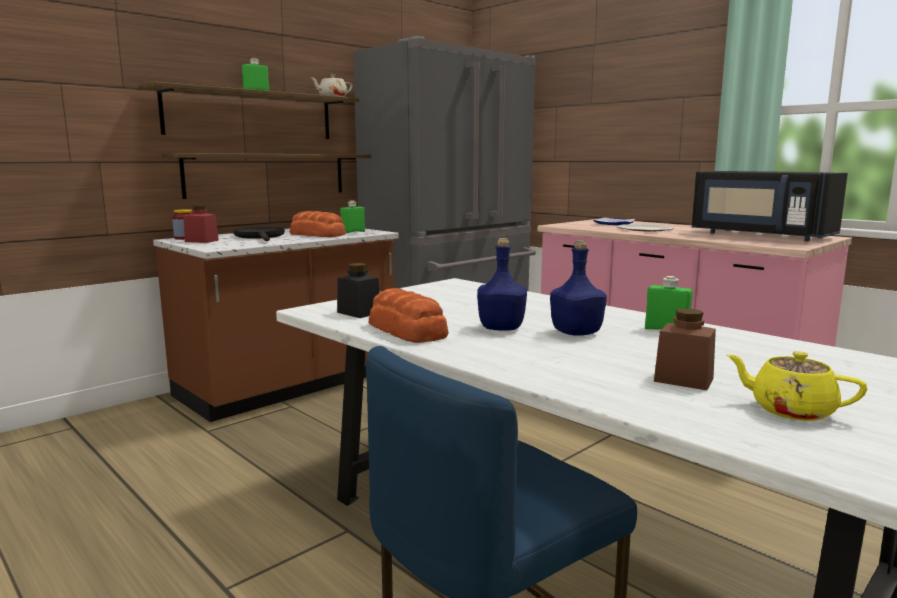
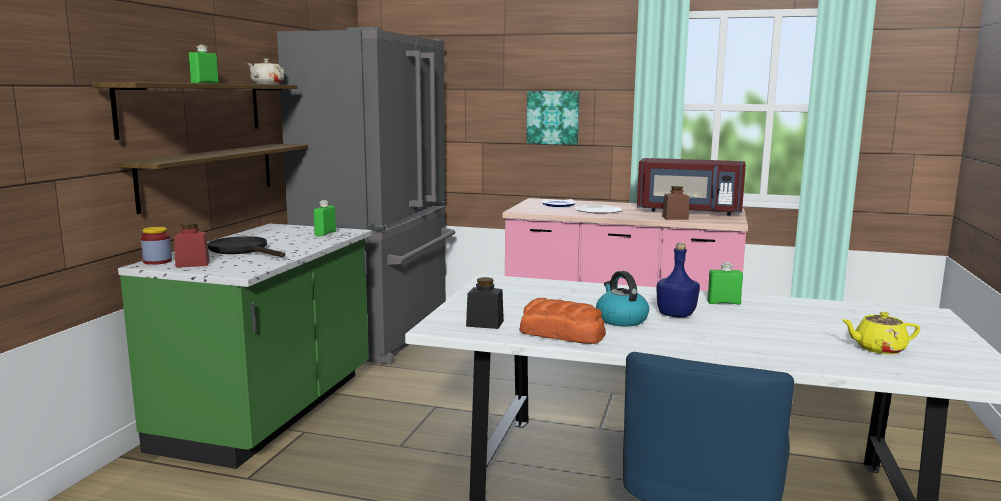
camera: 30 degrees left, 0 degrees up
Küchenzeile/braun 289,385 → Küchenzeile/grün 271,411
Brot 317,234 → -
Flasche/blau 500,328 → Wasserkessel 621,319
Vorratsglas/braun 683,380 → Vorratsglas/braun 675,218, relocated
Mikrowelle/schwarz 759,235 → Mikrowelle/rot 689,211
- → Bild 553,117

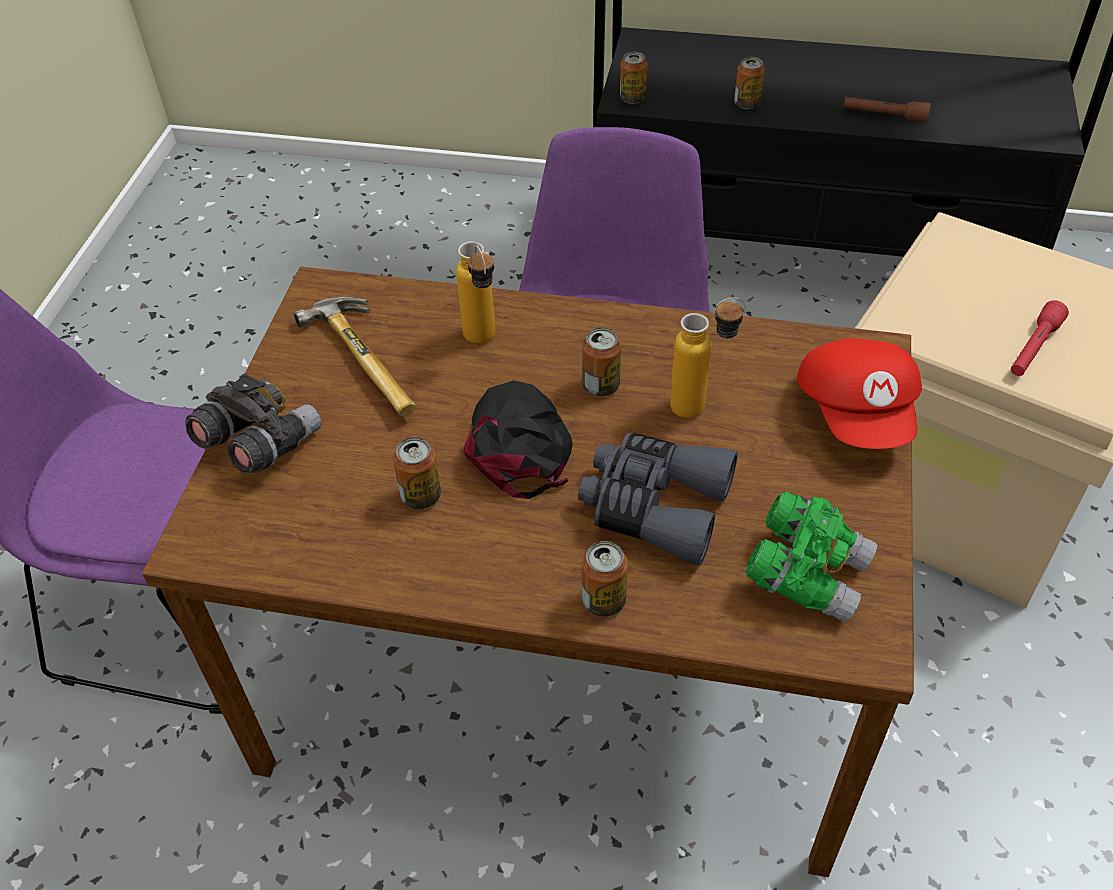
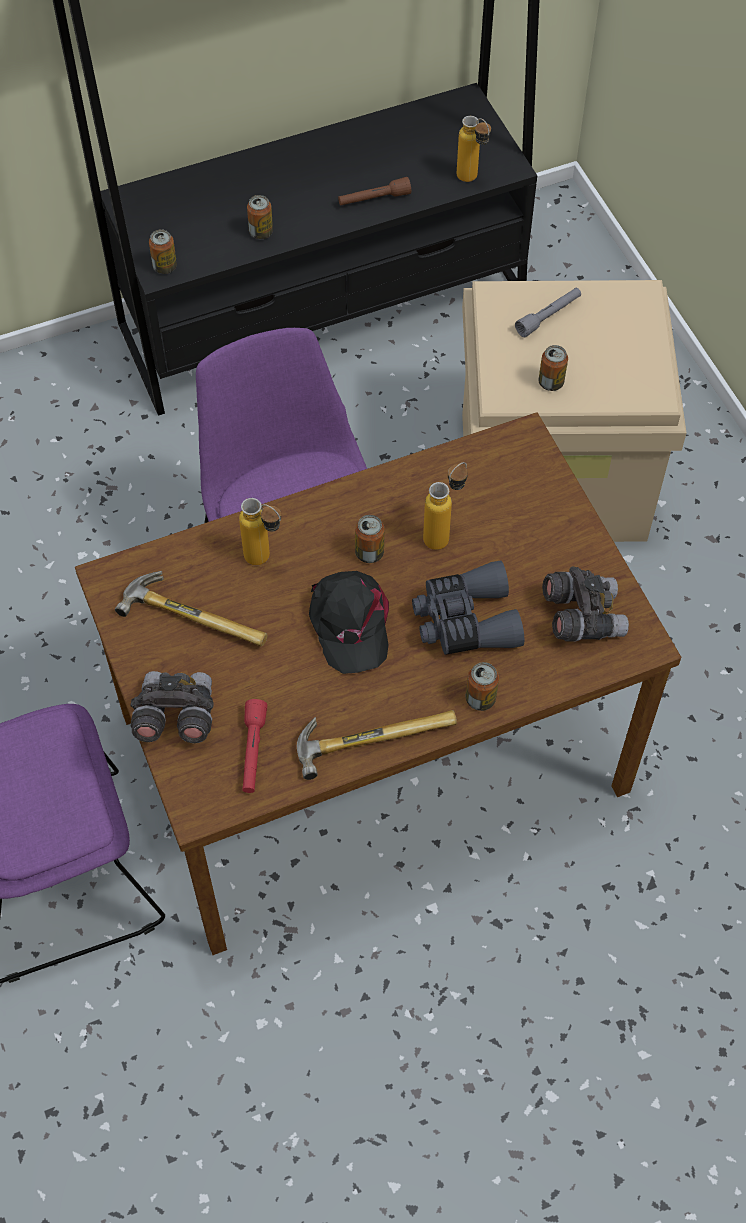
camera: 35 degrees left, 10 degrees up
Dose 421,496 → Dose 551,382, relocated
Kappe/schwarz 519,444 → Kappe/schwarz 349,624, 150 degrees counterclockwise
Fernglas/grün 807,573 → Fernglas/grau 581,616
Kappe/rot 858,413 → -
Taschenlampe/rot 1033,348 → Taschenlampe/rot 253,751, relocated
- → Hammer 373,733
- → Flasche 472,180
- → Taschenlampe/grau 548,316

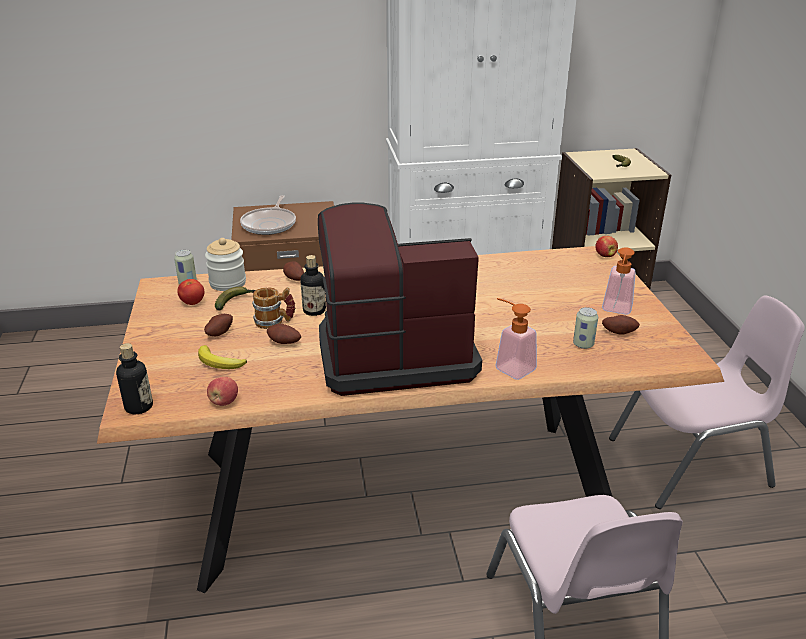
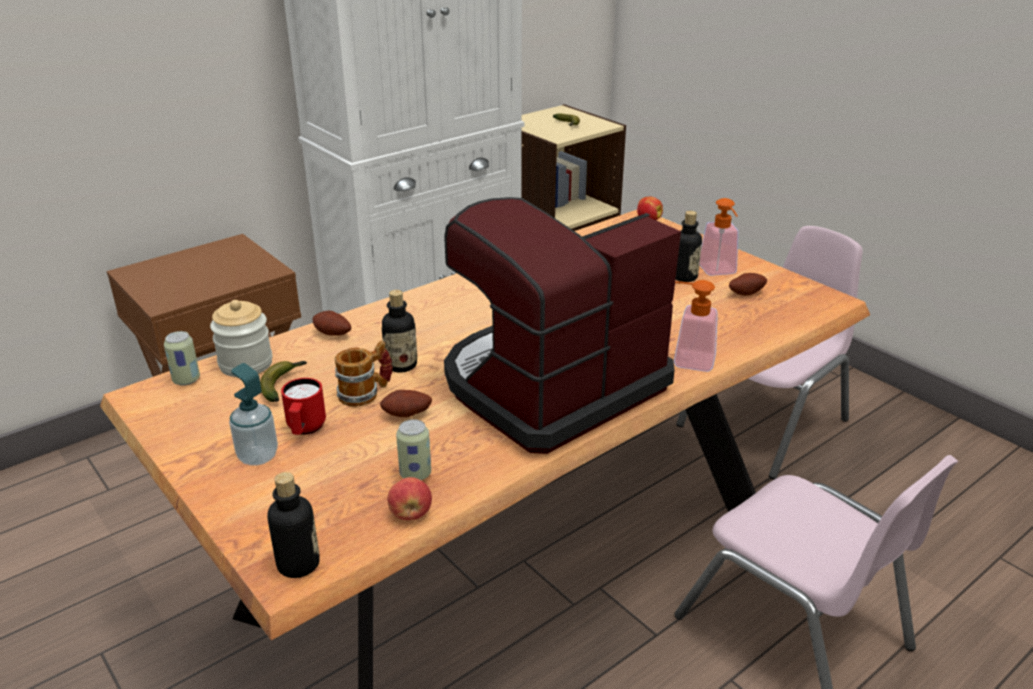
camera: 30 degrees left, 0 degrees up
Tomate 192,302 → -
Banane 219,362 → -
Kartoffel 219,333 → Henkelbecher/rot 305,430
Pfanne 270,224 → -
Dose 583,344 → Dose 415,474, relocated
- → Seifenspender 258,456
- → Flasche 684,277

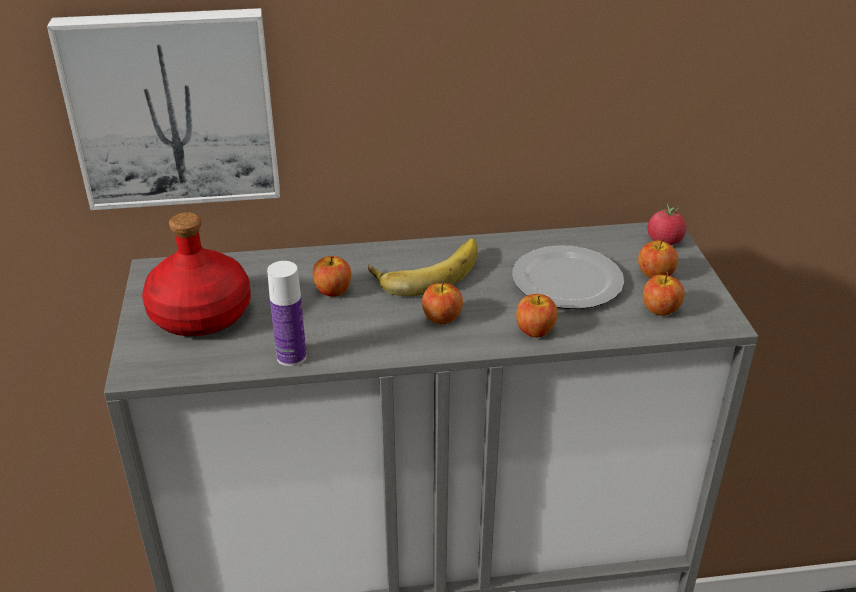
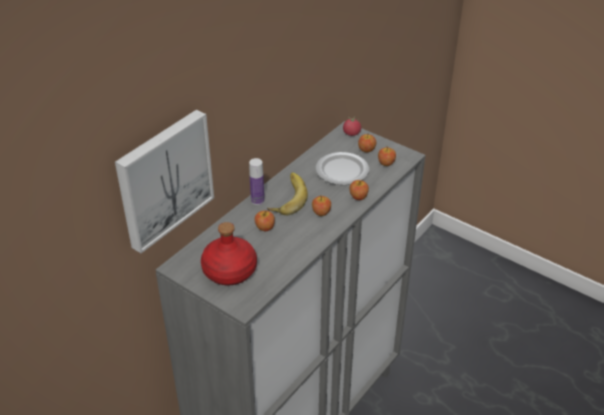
camera: 45 degrees left, 5 degrees up
Flasche 291,357 → Flasche 257,200, relocated

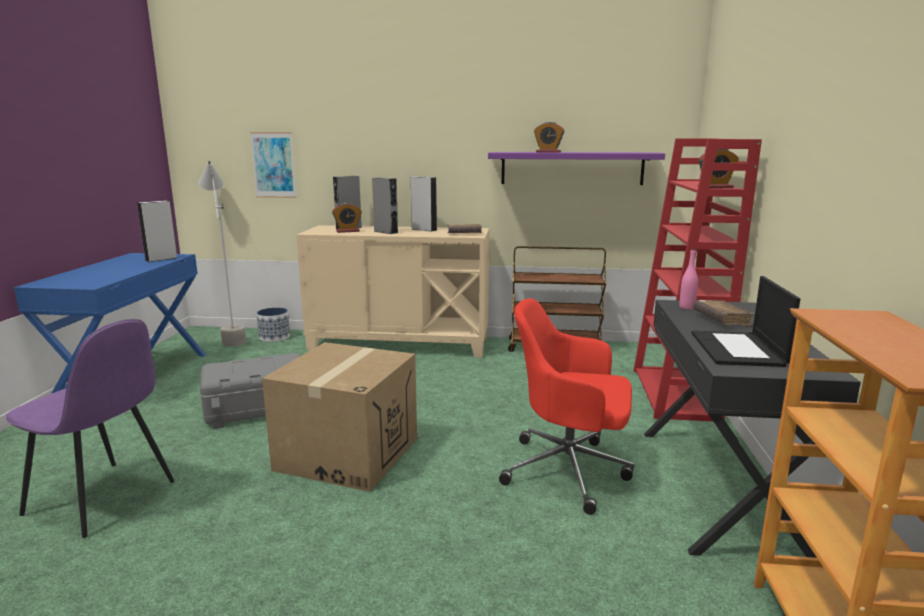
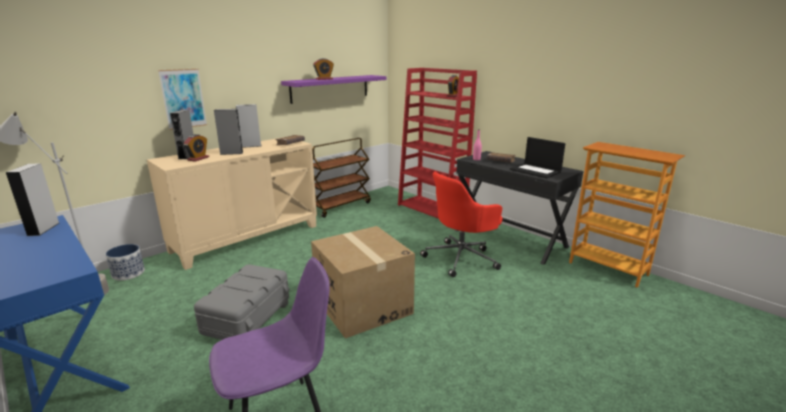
camera: 50 degrees left, 5 degrees up
Bild 273,165 → Bild 183,98, relocated

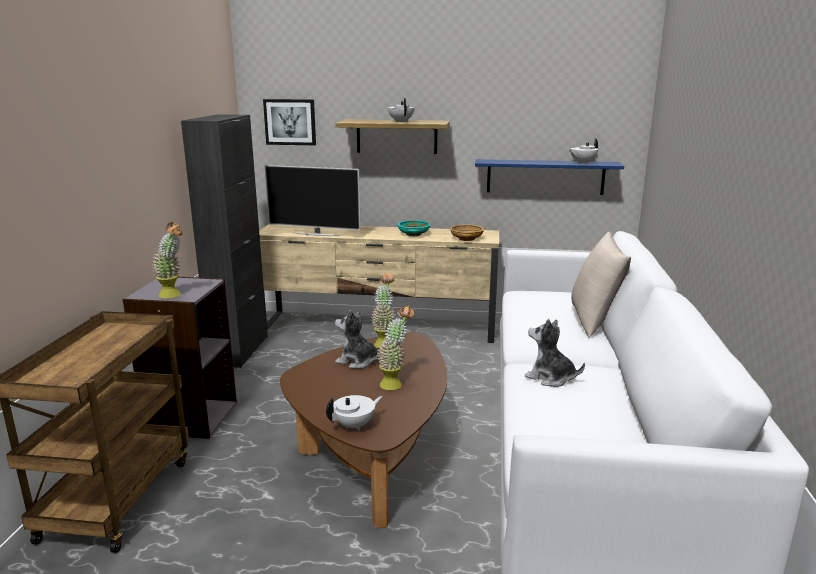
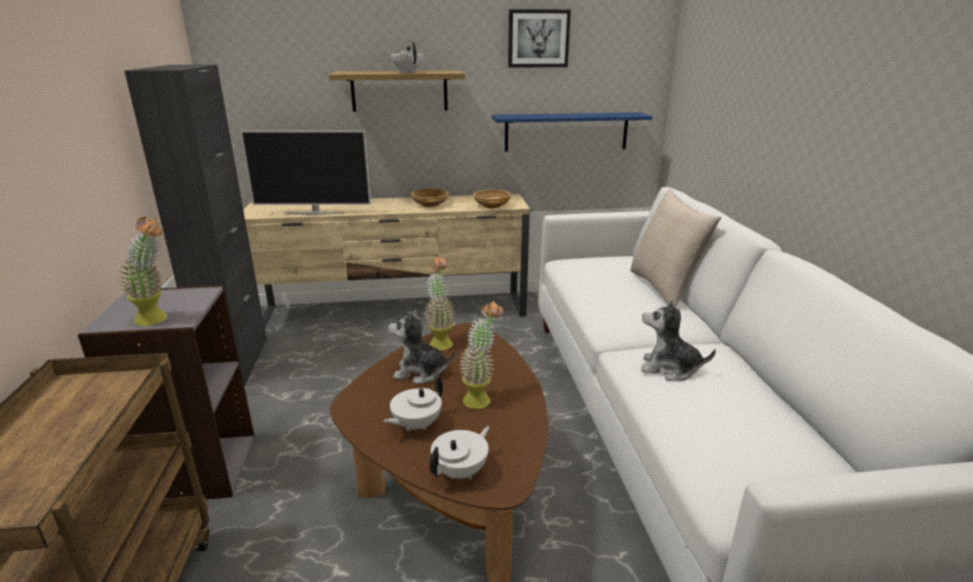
camera: 15 degrees left, 5 degrees up
Bild 290,122 → Bild 538,38, relocated
Schüssel/türkis 414,234 → Schüssel/beige 430,205
Teekanne/weiß 582,163 → Teekanne/weiß 416,425, relocated

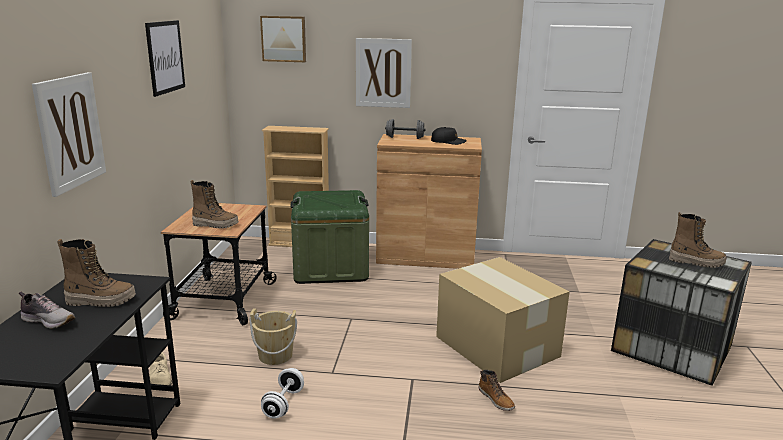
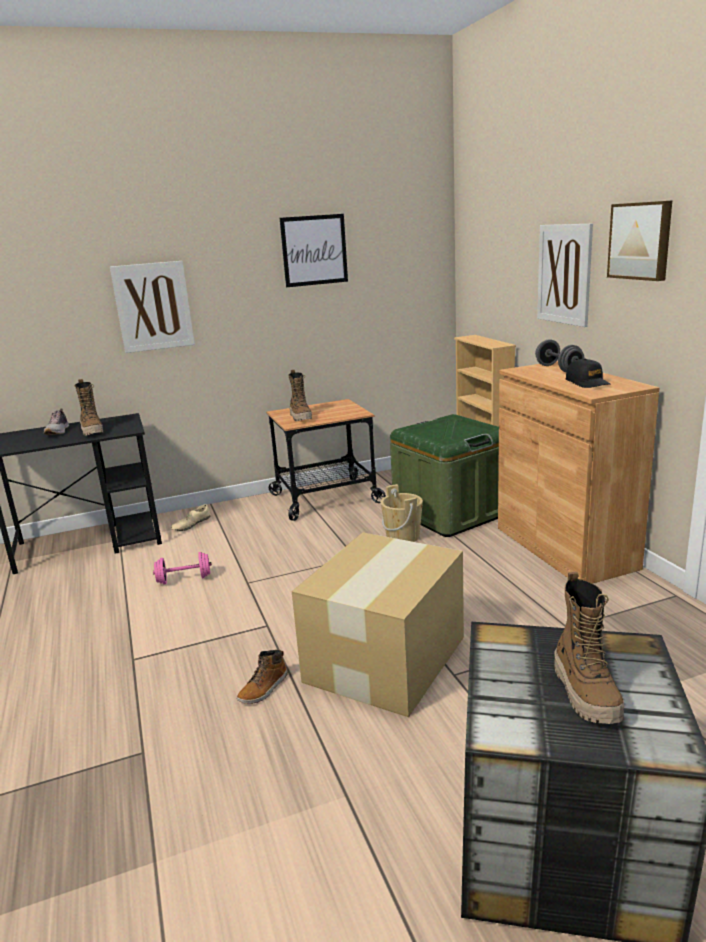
camera: 65 degrees right, 0 degrees up
Eimer/beige 275,355 → Eimer/beige 403,537, relocated
Bild 284,39 → Bild 641,241, relocated
Hantel/weiß 283,404 → Hantel/rosa 184,579

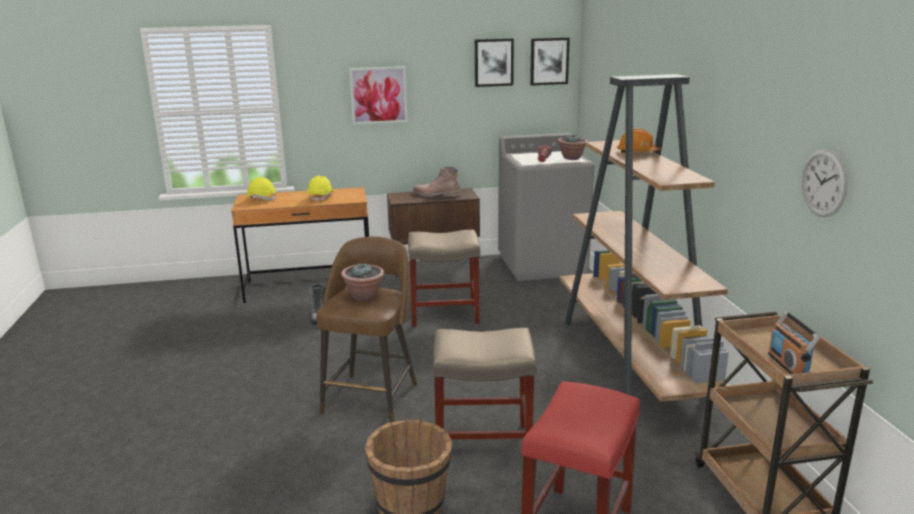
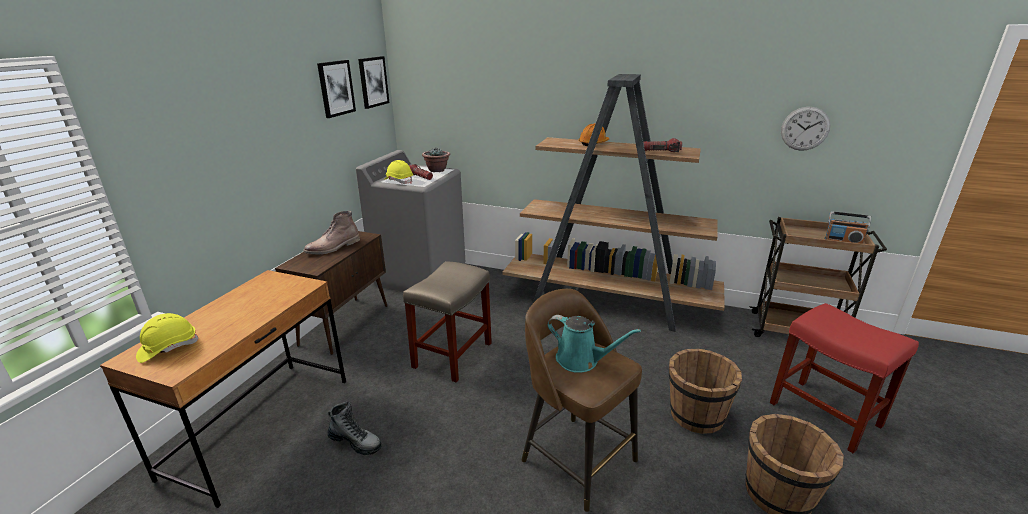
camera: 60 degrees left, 5 degrees up
Schutzhelm/gelb 321,197 → Schutzhelm/gelb 399,181, relocated
Topfpflanze 364,296 → Gießkanne/türkis 581,360
Bild 378,95 → -
Hocker/beige 484,444 → Eimer/braun 695,415
- → Taschenlampe 660,151

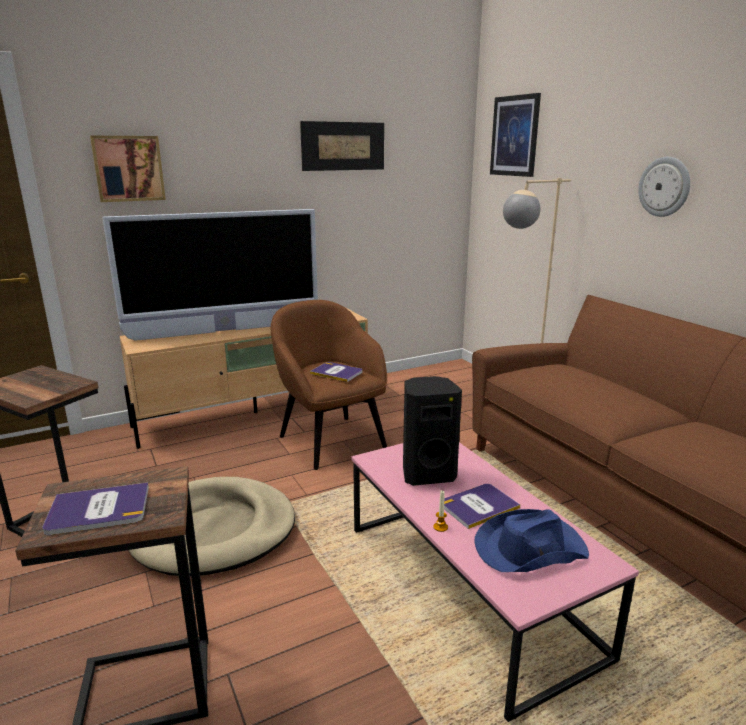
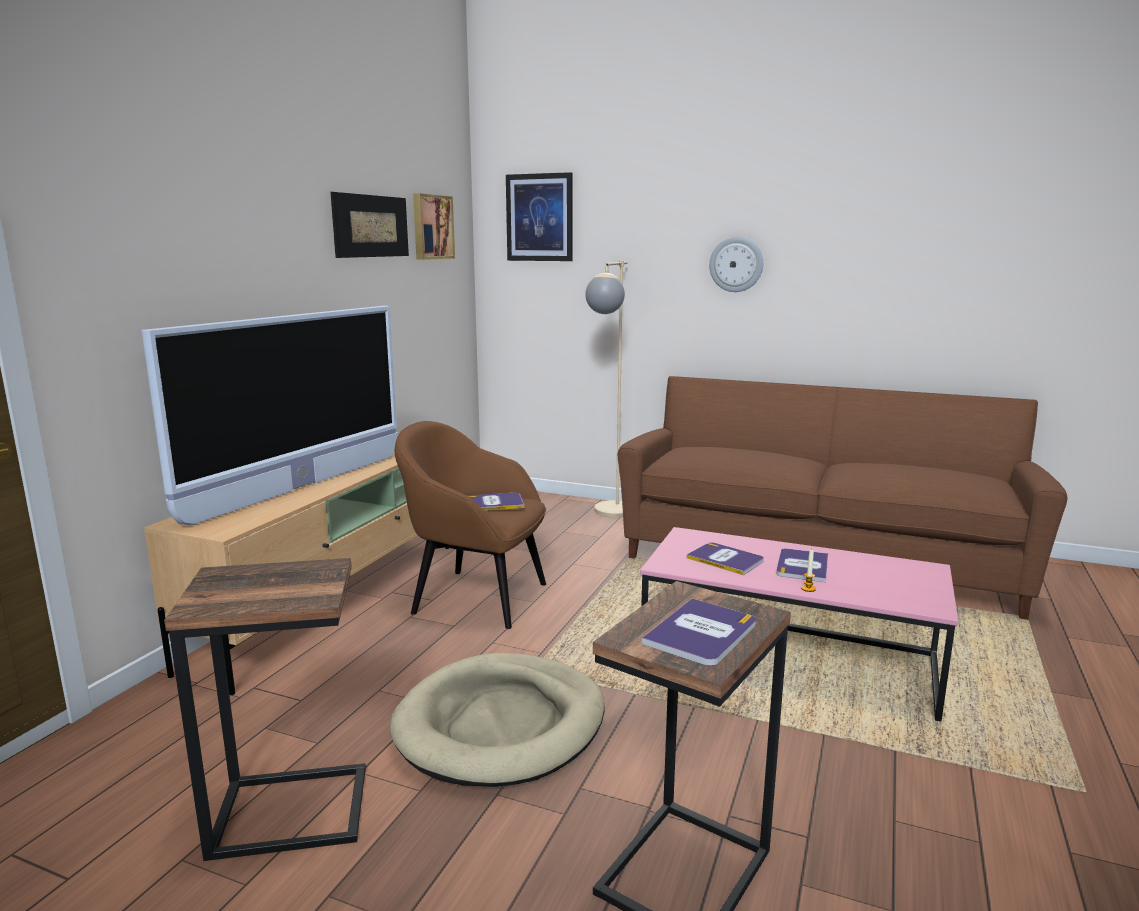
camera: 40 degrees left, 5 degrees down
Bild 128,168 → Bild 431,227, relocated
Lautsprecher/schwarz 427,474 → Buch 725,559
Hut/blau 529,548 → -

